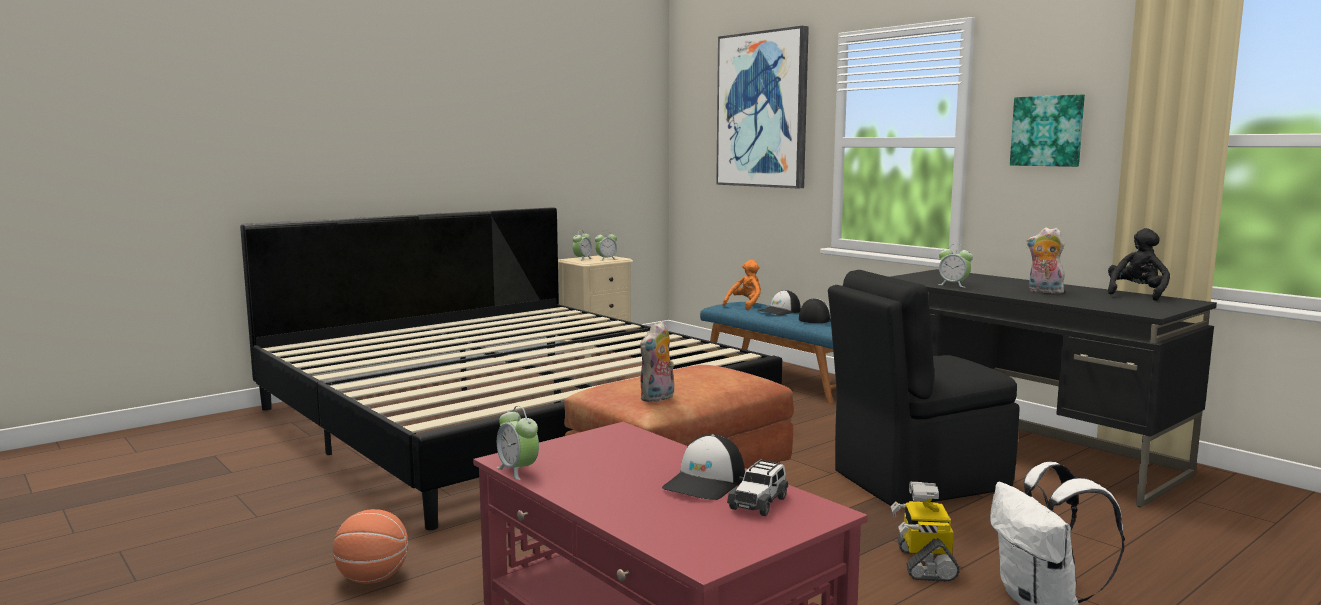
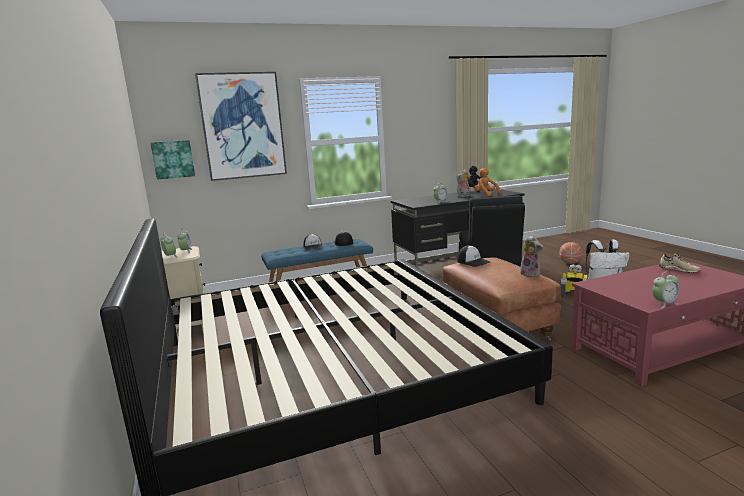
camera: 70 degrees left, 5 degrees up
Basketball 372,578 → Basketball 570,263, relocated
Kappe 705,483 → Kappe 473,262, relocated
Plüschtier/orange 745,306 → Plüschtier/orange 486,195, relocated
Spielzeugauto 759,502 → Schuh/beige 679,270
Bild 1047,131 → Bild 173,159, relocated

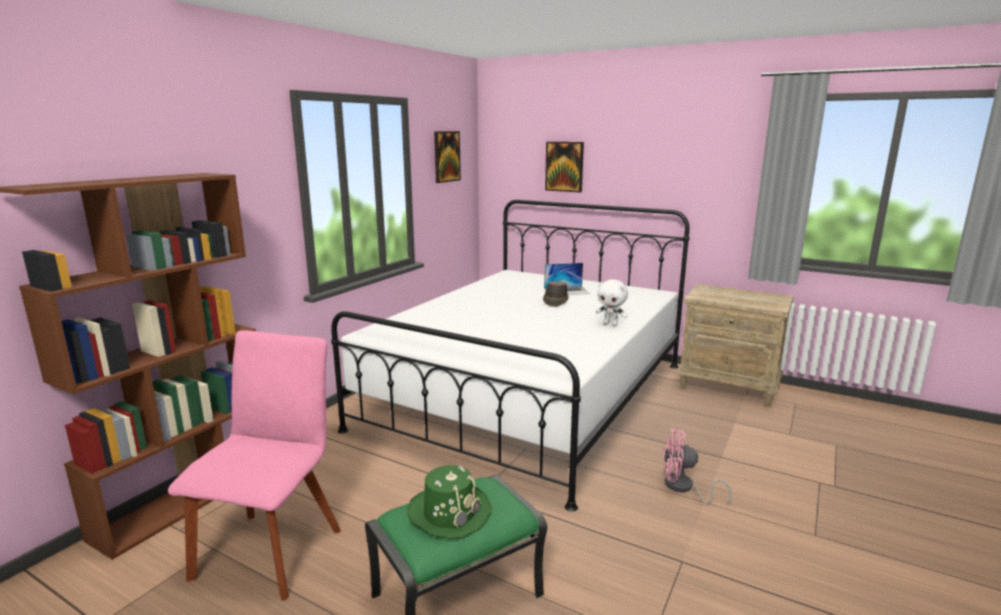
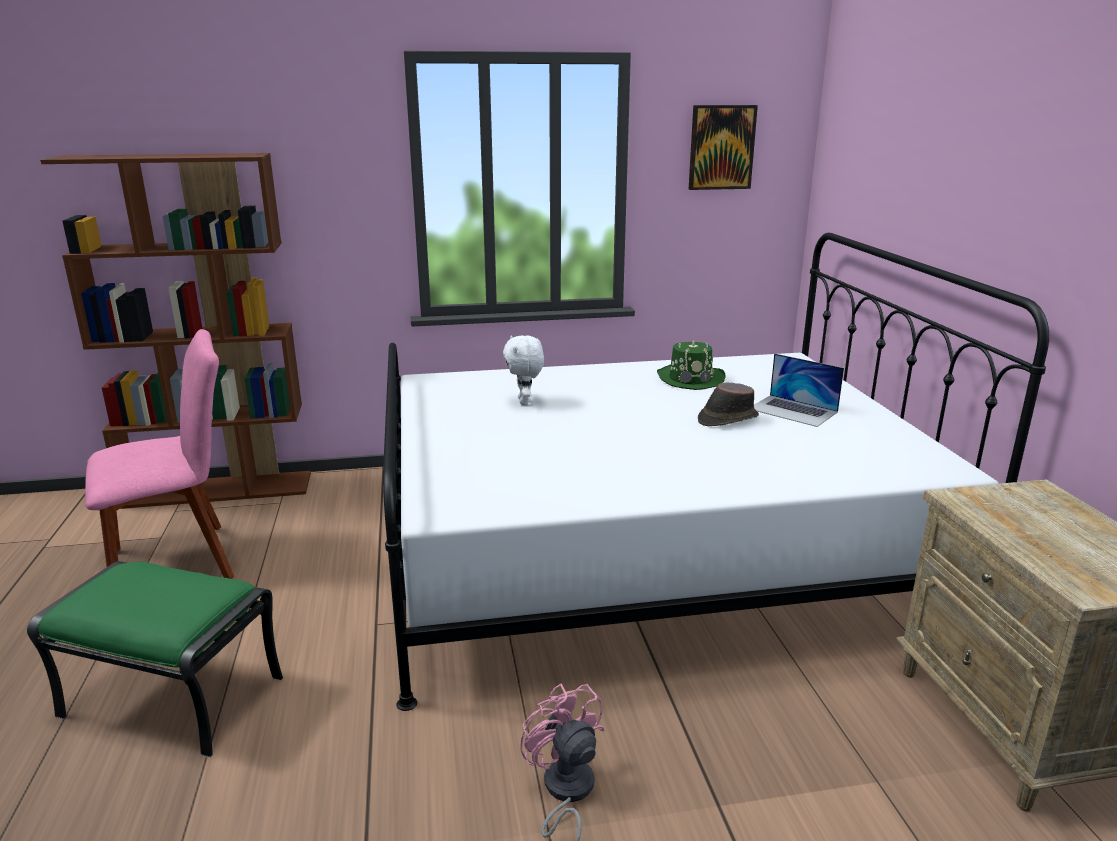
camera: 50 degrees right, 5 degrees up
Hut/grün 449,512 → Hut/grün 690,378, relocated
Bild 564,166 → -
Plüschtier/weiß 611,324 → Plüschtier/weiß 525,402, relocated

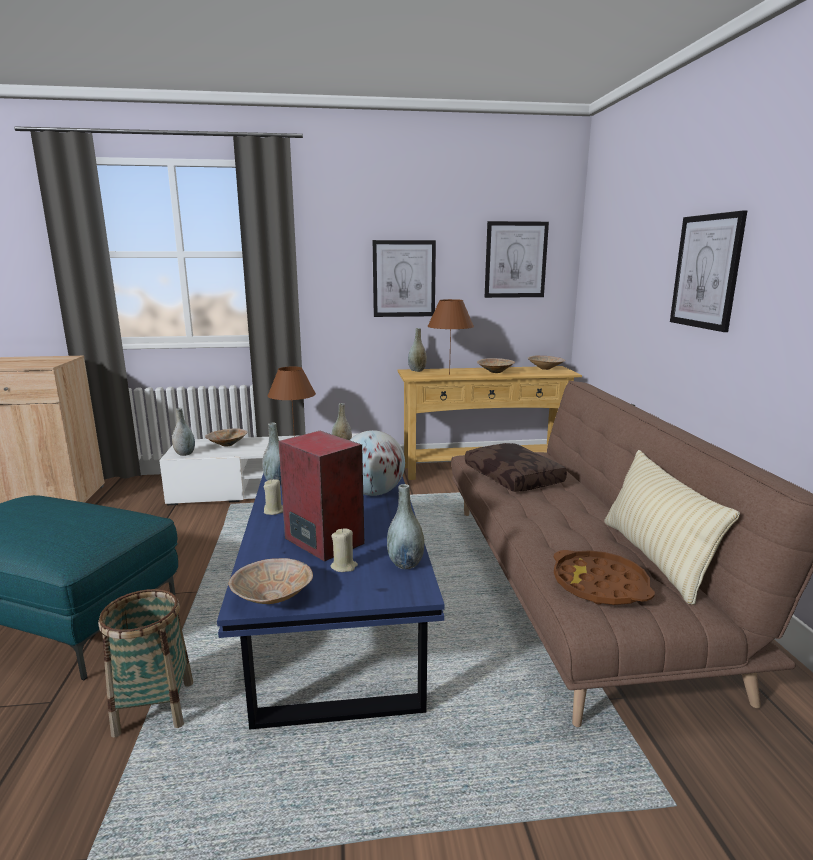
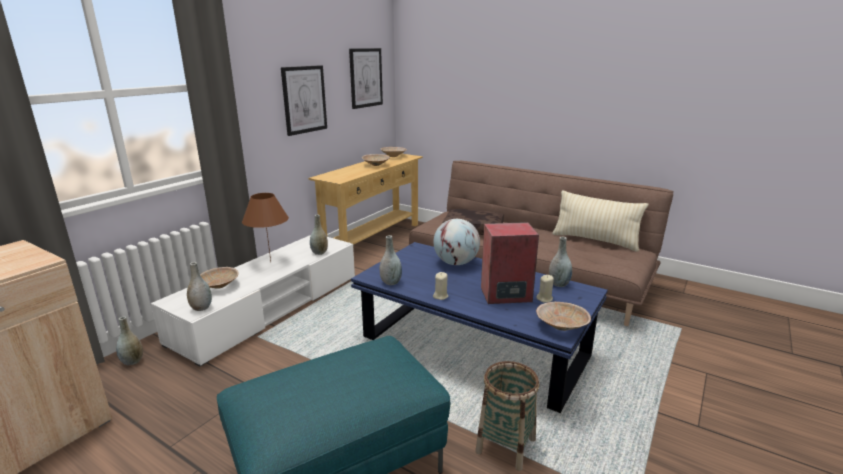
camera: 50 degrees left, 5 degrees up
Vase/grau 417,370 → Vase/grau 132,361, relocated
Tischlampe/braun 449,374 → -
Tablett/braun 599,585 → -
Bild 706,271 → -

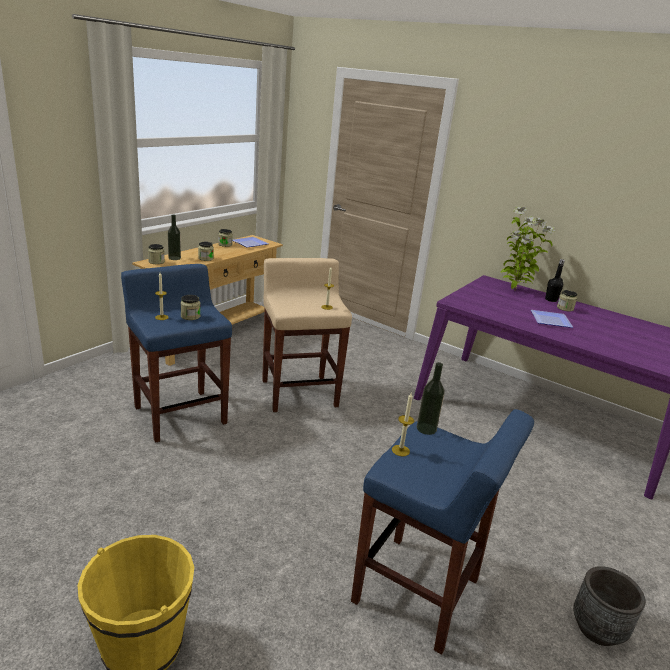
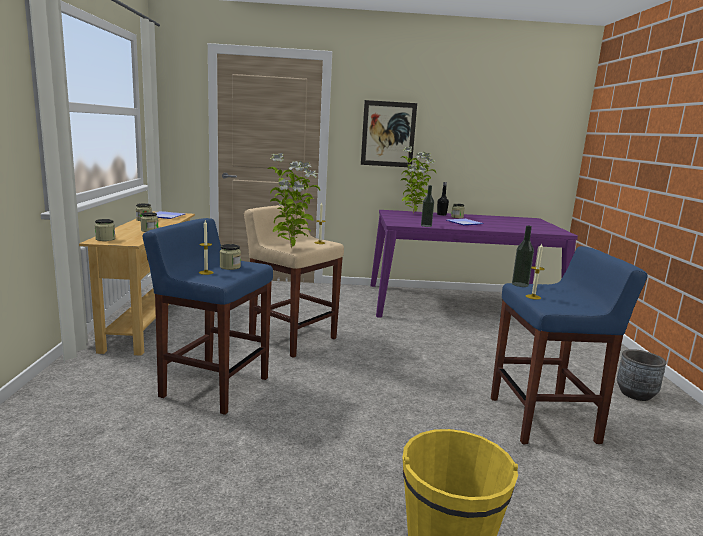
camera: 35 degrees left, 10 degrees down
Flasche 174,258 → Flasche 426,226, relocated
- → Topfpflanze 291,248
- → Bild 388,134

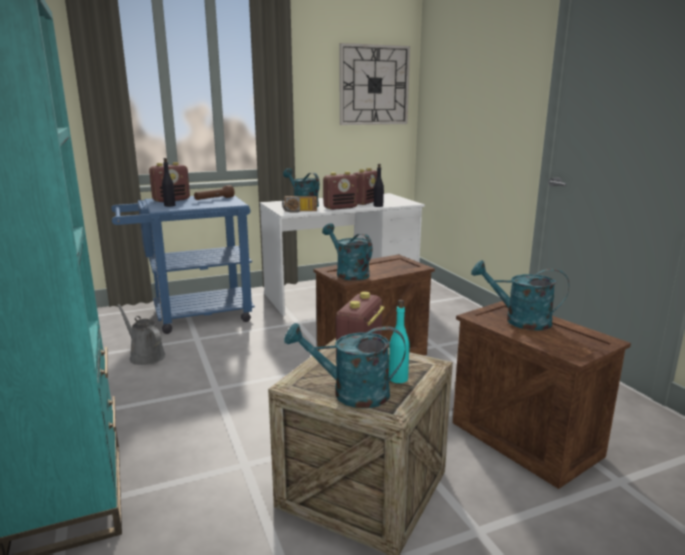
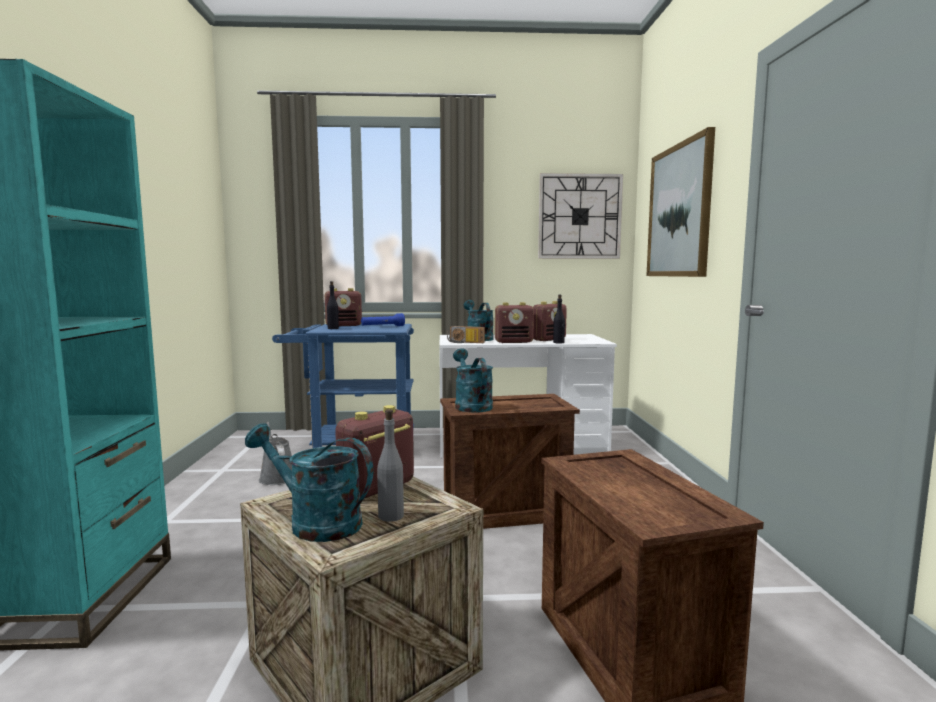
camera: 20 degrees right, 10 degrees down
Taschenlampe/braun 214,199 → Taschenlampe/blau 383,326
Flasche/türkis 398,378 → Flasche/grau 391,516
Gießkanne/türkis 519,320 → -
- → Bild 679,211

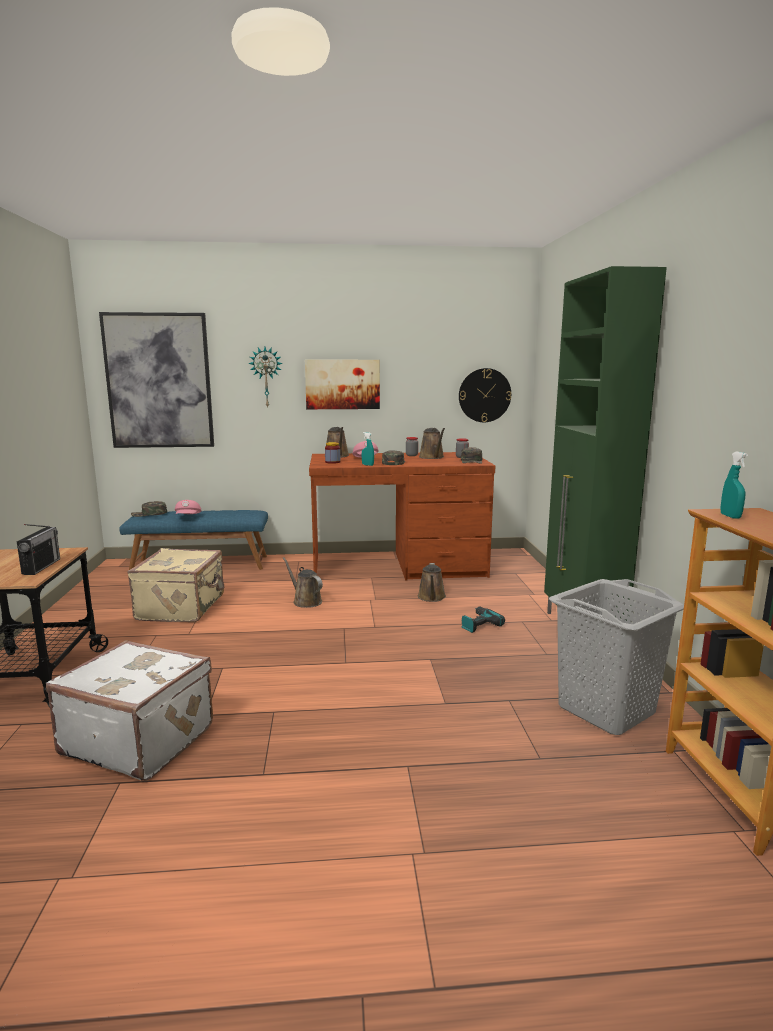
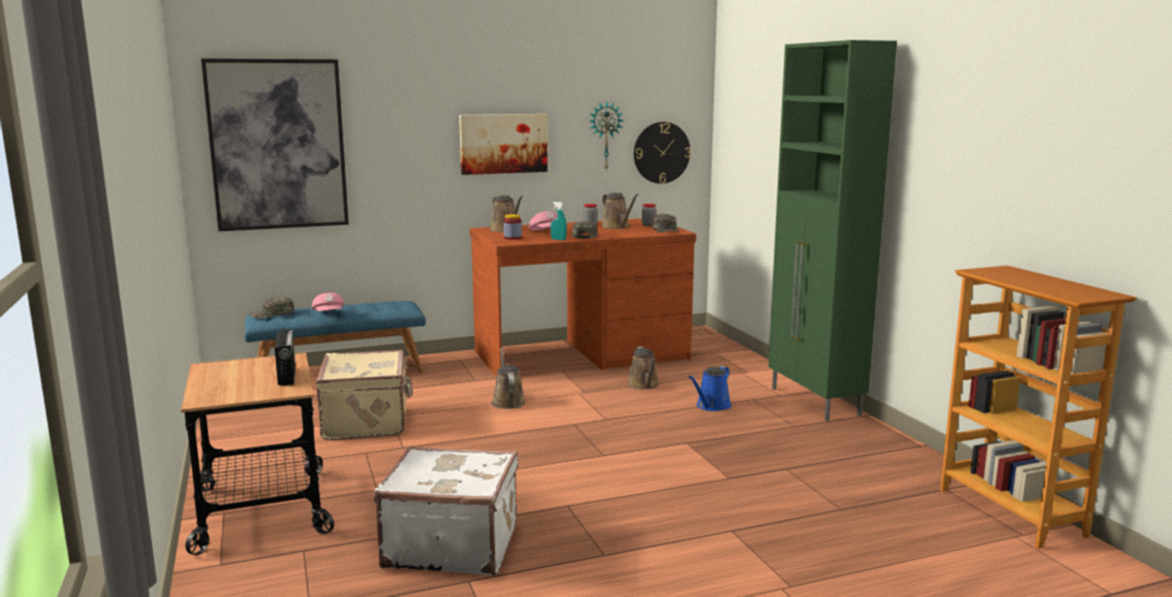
camera: 15 degrees left, 0 degrees up
Wanduhr 266,377 → Wanduhr 605,136, relocated
Gießkanne/braun 305,601 → Gießkanne/braun 507,401, 45 degrees clockwise
Bohrmaschine 478,624 → Gießkanne/blau 711,406
Wäschekorb/grau 606,710 → -
Sprühflasche/türkis 730,516 → -

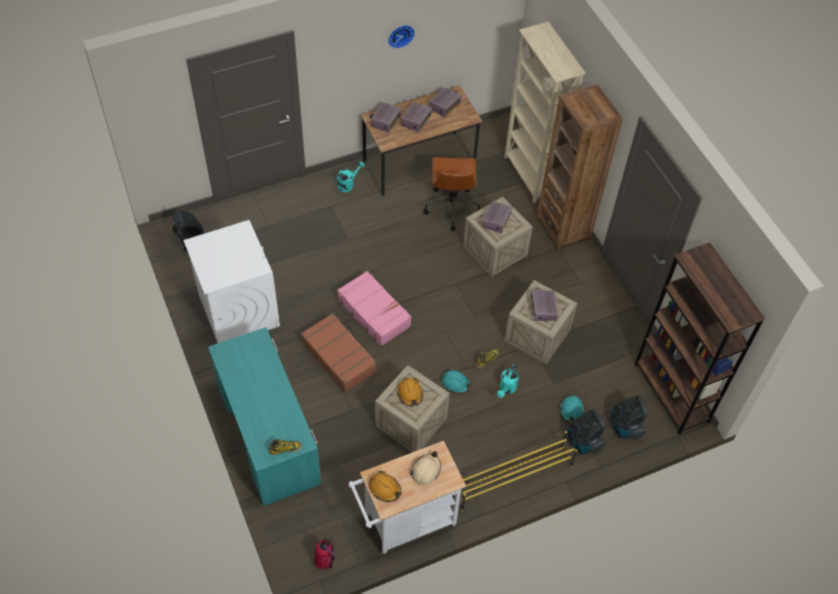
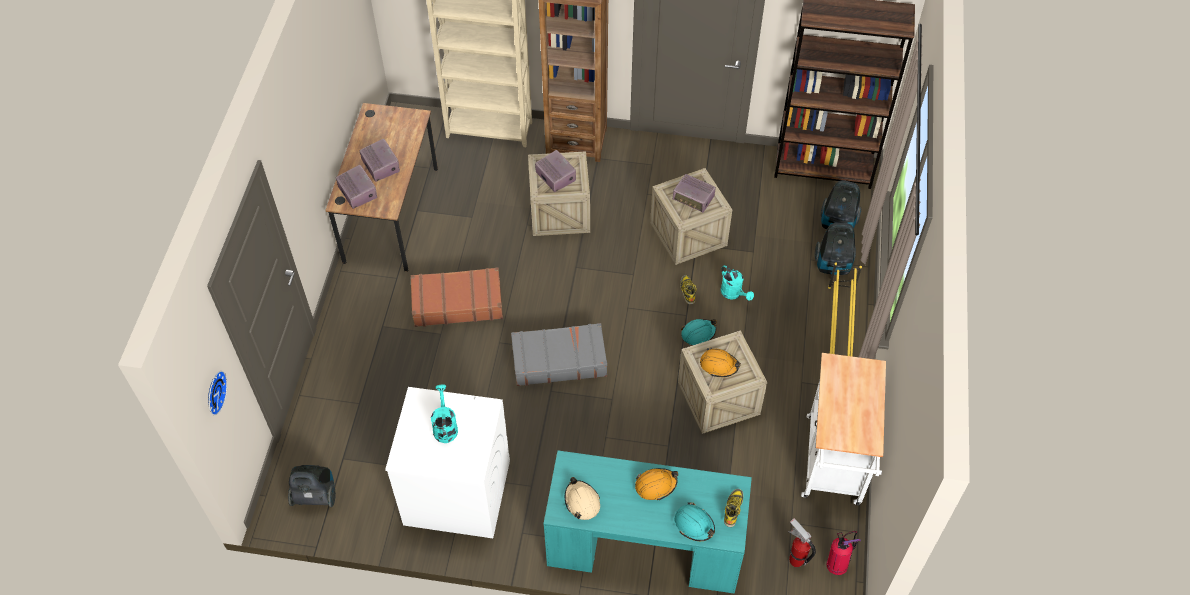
camera: 55 degrees left, 0 degrees up
Koffer/braun 339,357 → Koffer/braun 457,303, relocated
Gießkanne/türkis 348,184 → Gießkanne/türkis 445,426, relocated
Koffer/rosa 374,313 → Koffer/grau 558,360
Schutzhelm/orange 385,488 → Schutzhelm/orange 655,485, relocated
Wanduhr 400,35 → Wanduhr 214,392, relocated
Schutzhelm/beige 425,470 → Schutzhelm/beige 582,502, relocated
Bürostuhl/braun 451,207 → -
Radio 445,106 → -
Schutzhelm/türkis 571,411 → Schutzhelm/türkis 694,524, relocated
- → Feuerlöscher 795,560

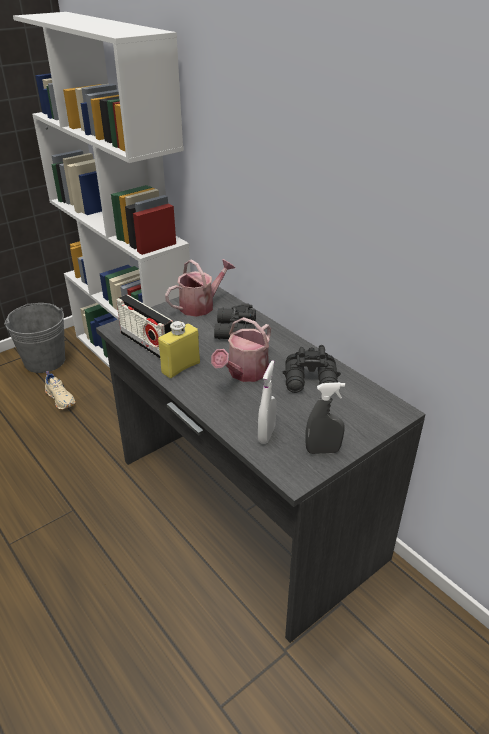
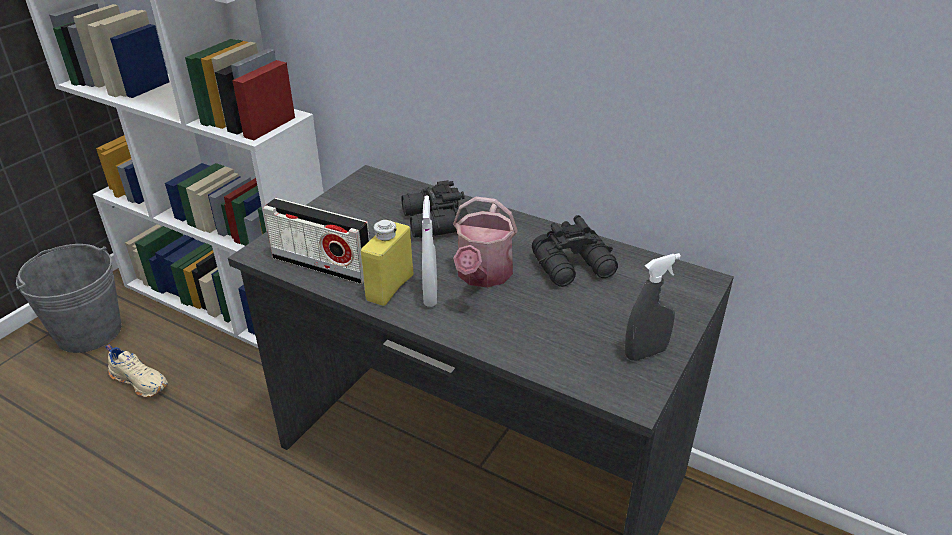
camera: 20 degrees left, 0 degrees up
Gießkanne 201,305 → -
Sprühflasche/weiß 266,434 → Sprühflasche/weiß 430,295, relocated

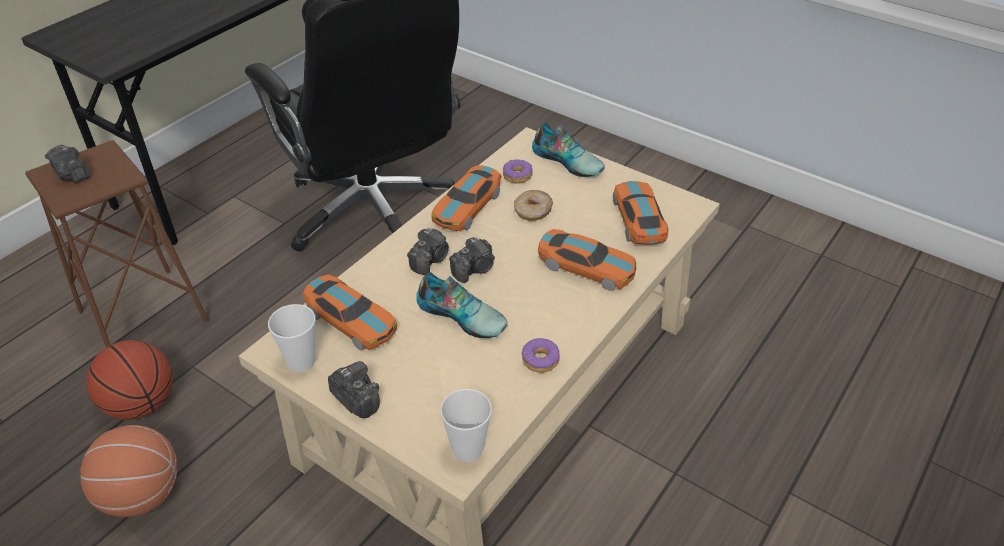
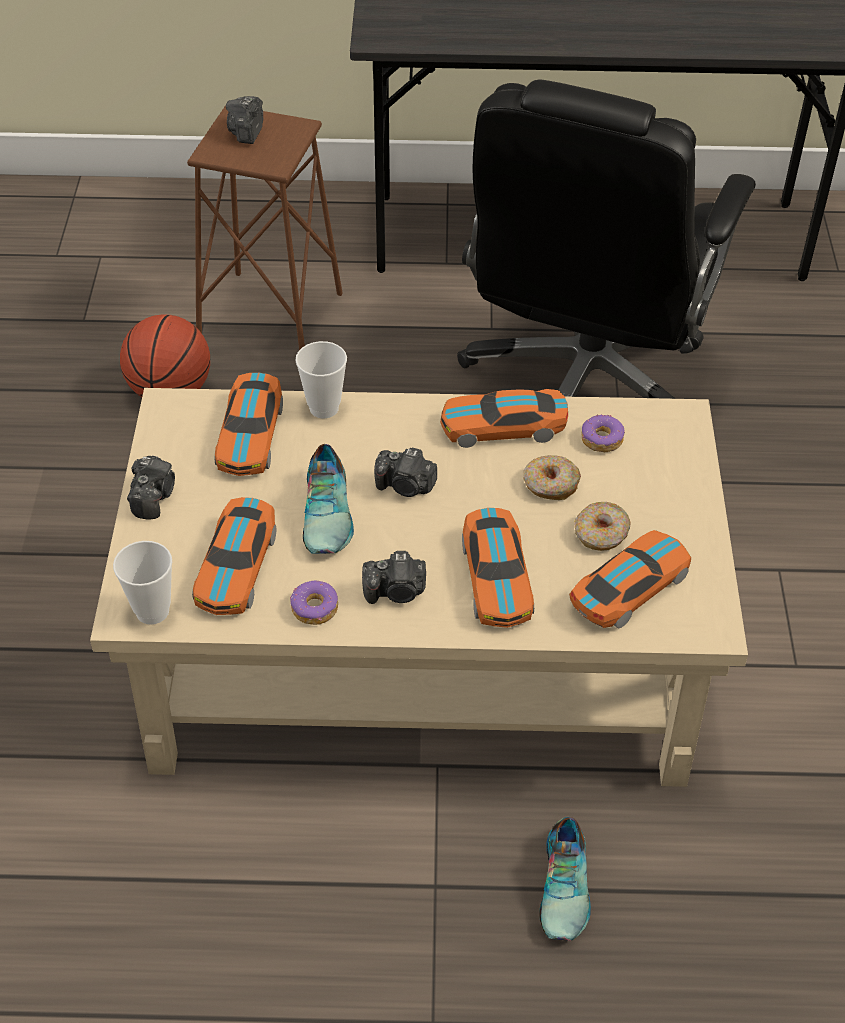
camera: 55 degrees right, 5 degrees up
Basketball 141,494 → -
Tasse 301,362 → Tasse 324,408, relocated
Kamera 430,260 → Kamera 396,592, relocated
Schuh 568,160 → Schuh 566,886, relocated
- → Spielzeugauto 236,567
- → Donut 601,534

